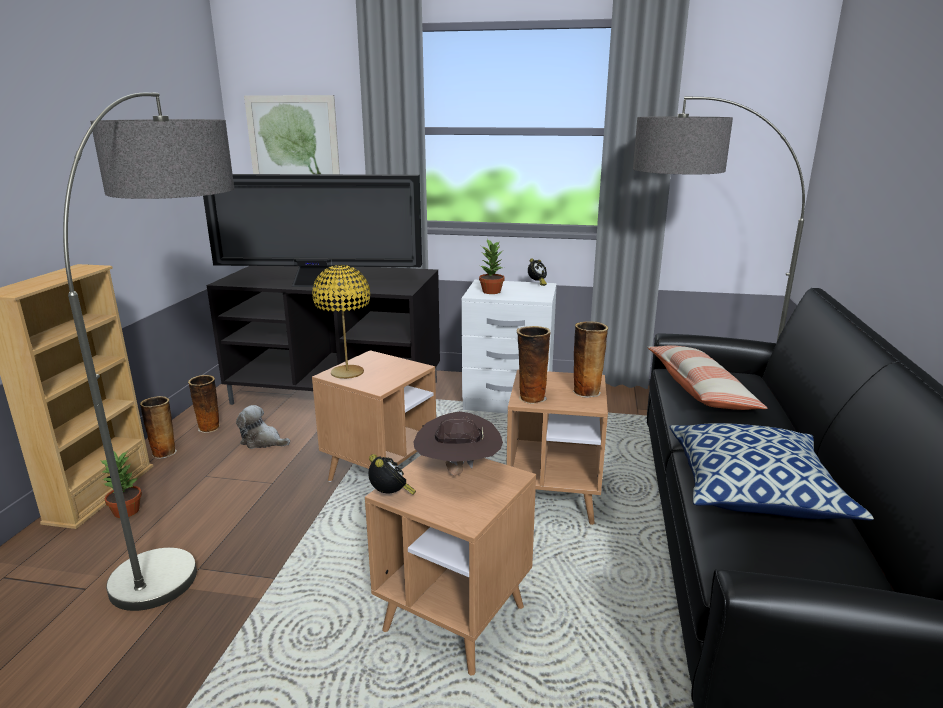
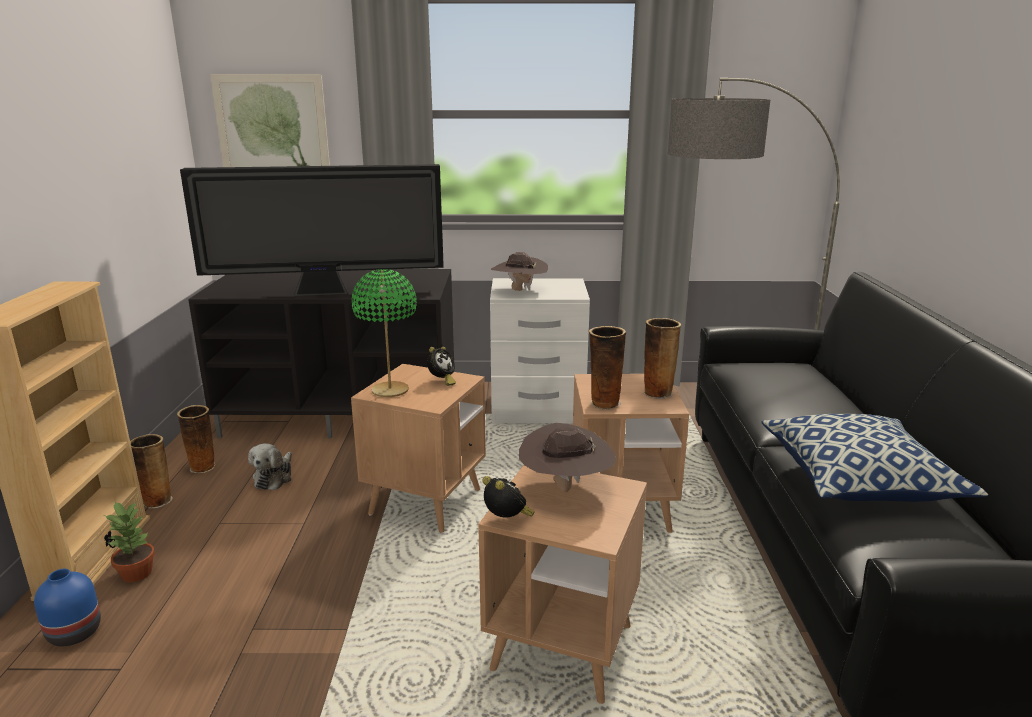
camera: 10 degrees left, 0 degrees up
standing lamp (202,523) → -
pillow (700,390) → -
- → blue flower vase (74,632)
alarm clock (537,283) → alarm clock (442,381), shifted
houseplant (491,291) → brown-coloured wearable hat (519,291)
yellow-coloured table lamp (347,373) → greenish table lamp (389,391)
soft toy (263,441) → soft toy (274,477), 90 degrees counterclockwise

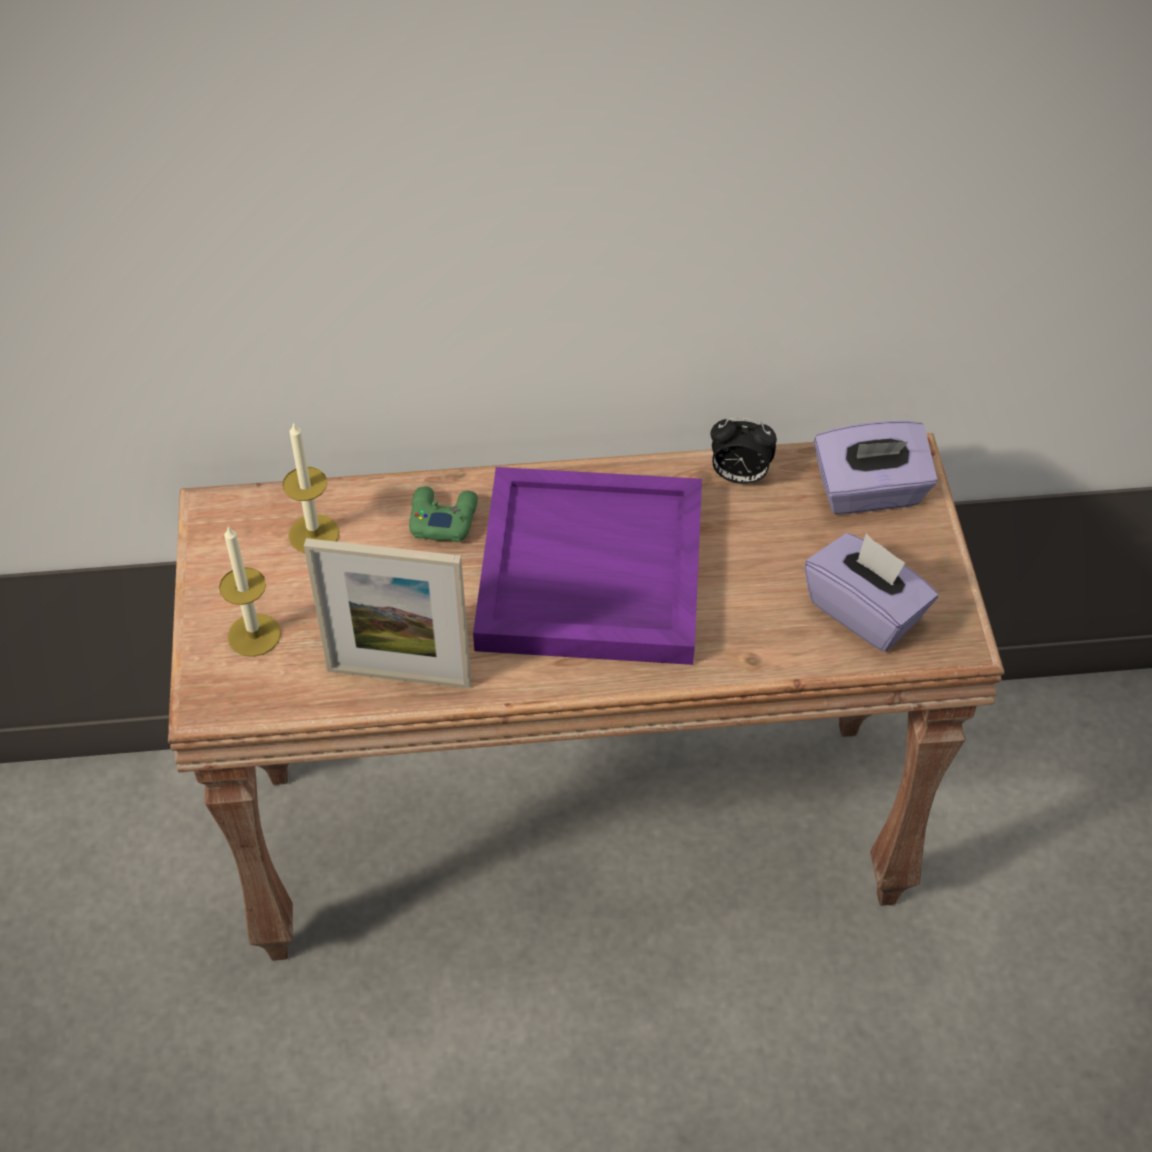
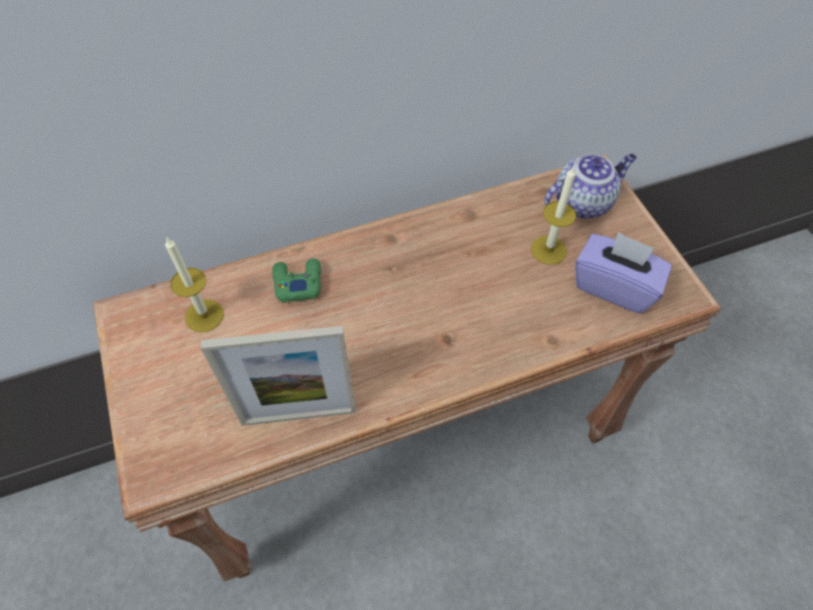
camera: 15 degrees left, 5 degrees up
purplish tray (588,573) → -
alarm clock (739,477) → -
wax candle (254,635) → wax candle (548,250), shifted
purplish tissue holder (869,492) → pot for tea (583,202)

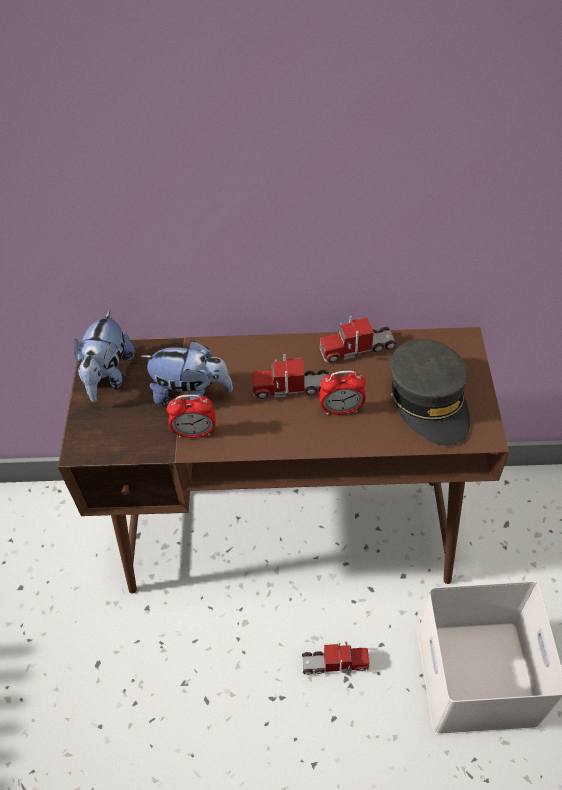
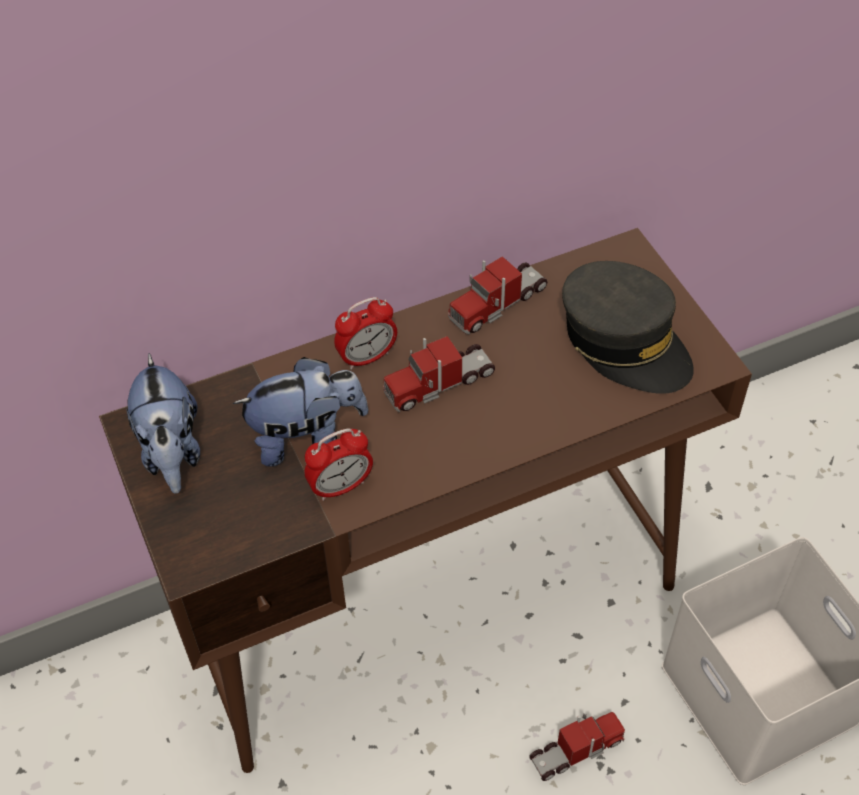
camera: 25 degrees left, 0 degrees up
alarm clock (341,409) → alarm clock (367,357), shifted

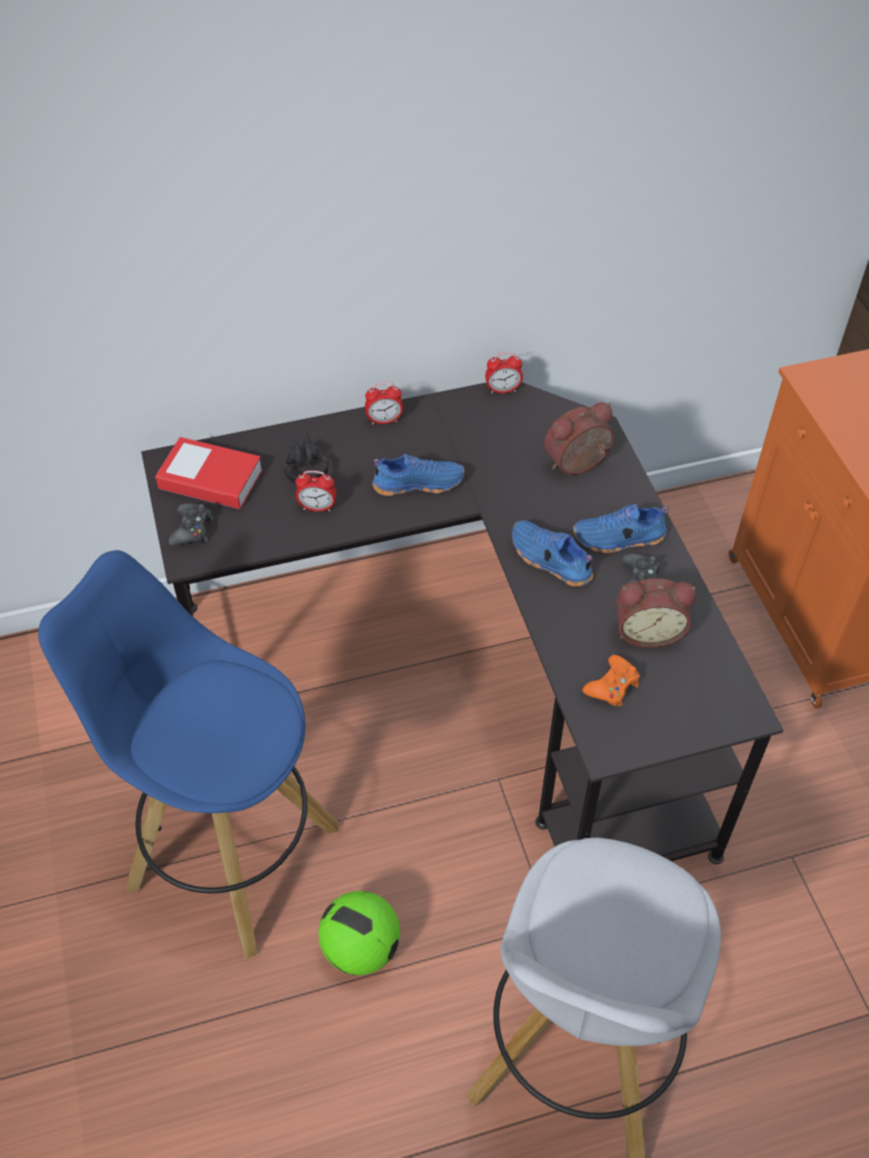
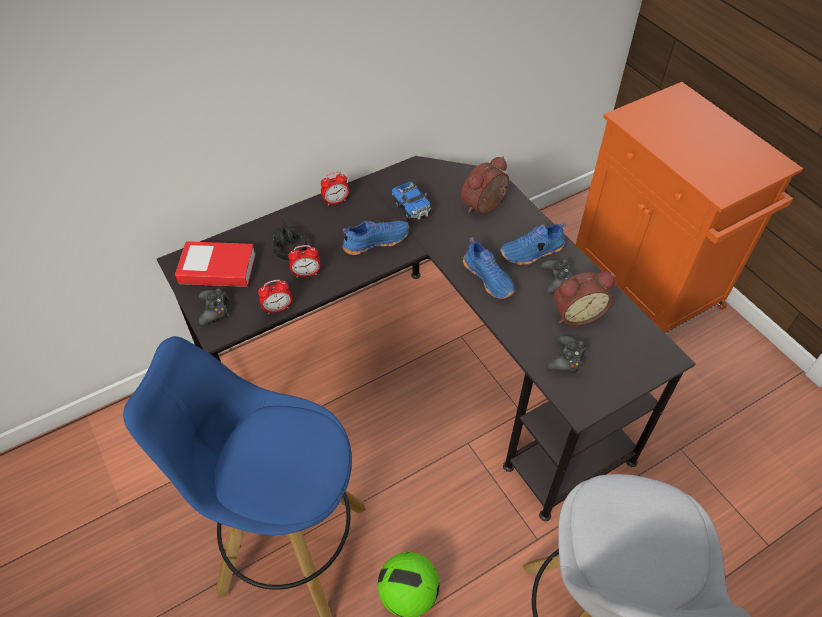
camera: 15 degrees left, 0 degrees up
- → model truck (411,208)
alarm clock (503,390) → alarm clock (278,308), shifted
orangey gamepad (612,686) → blackish gamepad (567,359)
blue shoe (549,561) → blue shoe (489,278), 150 degrees counterclockwise

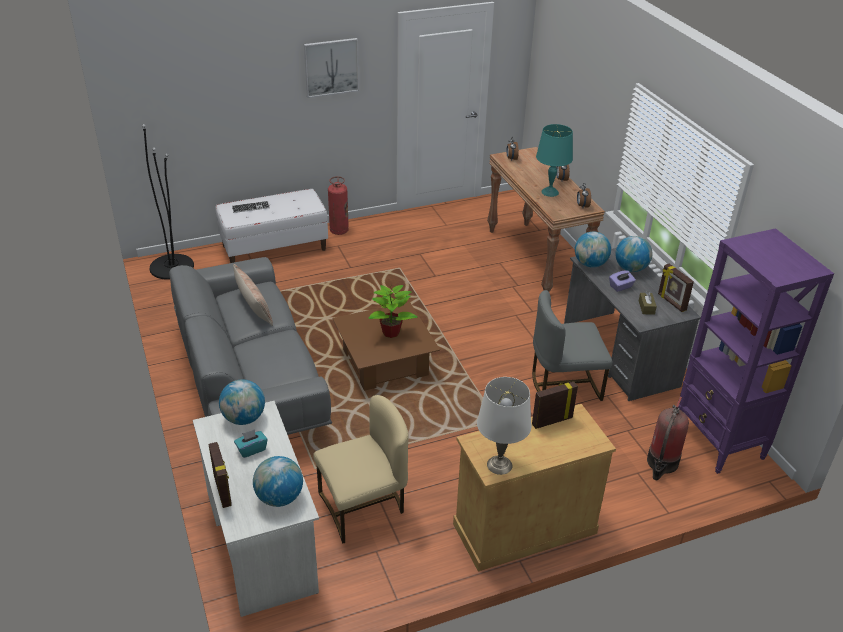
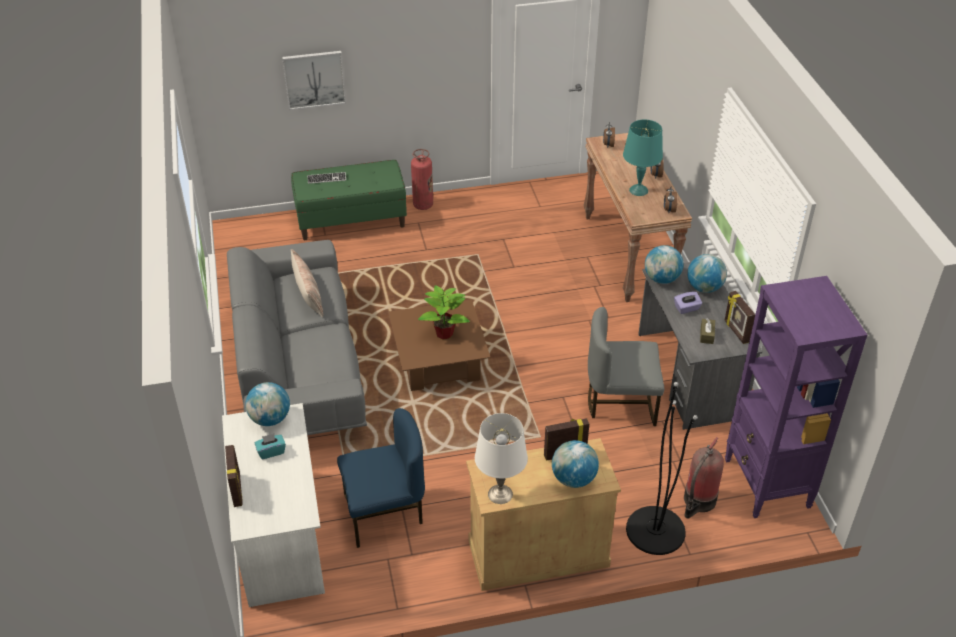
camera: 10 degrees right, 5 degrees up
blackish standing lamp (171,267) → blackish standing lamp (655,530), shifted
desk globe (279,498) → desk globe (573,479), shifted
wall art (331,67) → wall art (314,79), shifted
white bench (274,247) → greenish bench (351,220)
beige-coloured plain chair (363,507) → blue plain chair (384,513)

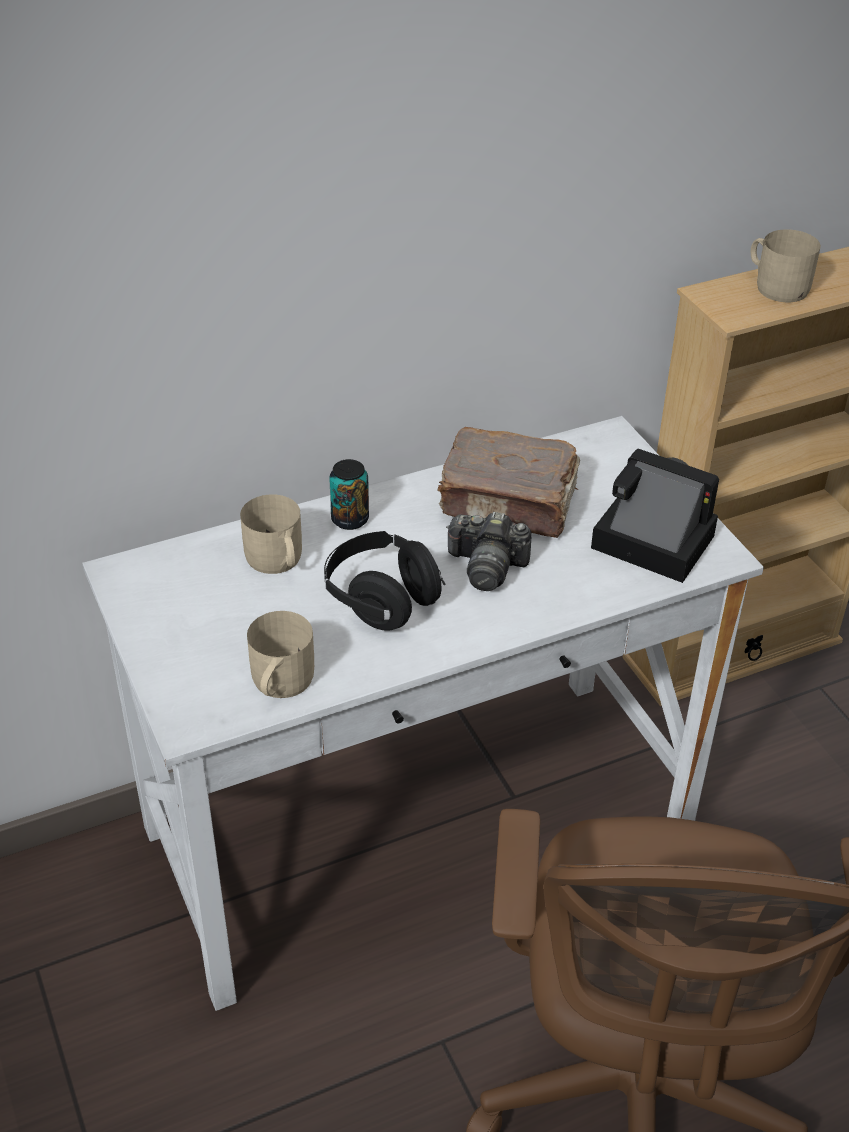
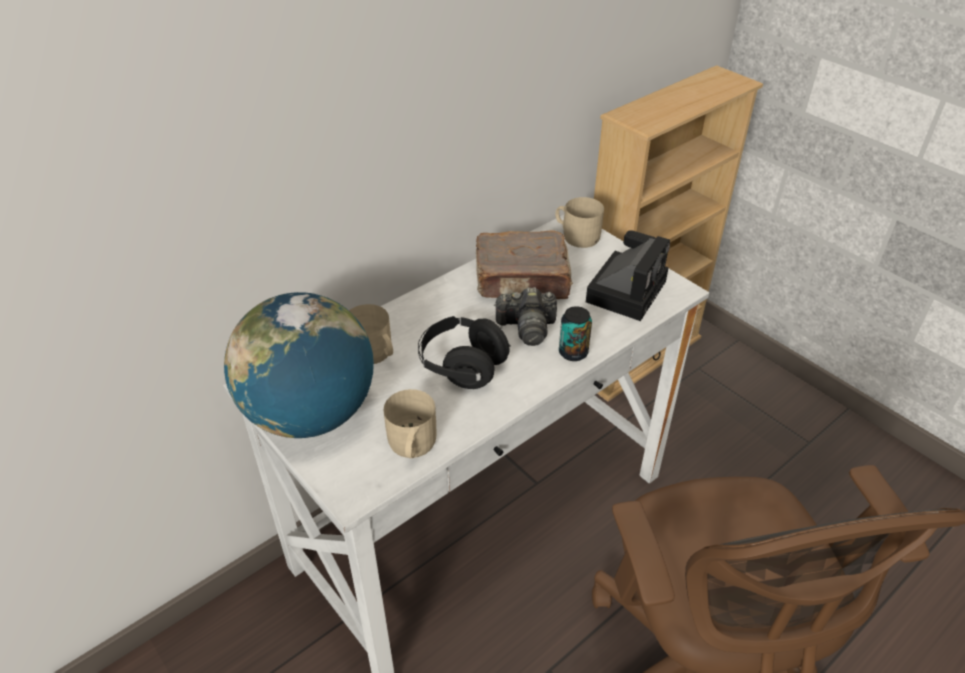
camera: 15 degrees left, 0 degrees up
- → desk globe (310,414)
sealed can (350,519) → sealed can (573,352), shifted
beige-coloured coffee mug (776,285) → beige-coloured coffee mug (576,235), shifted
photo camera (647,541) → photo camera (626,289), 105 degrees clockwise

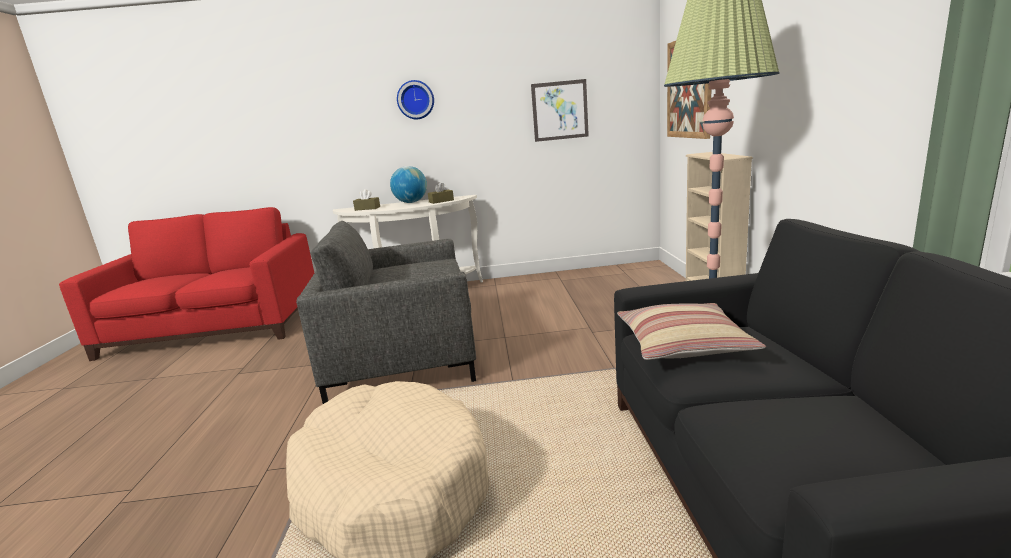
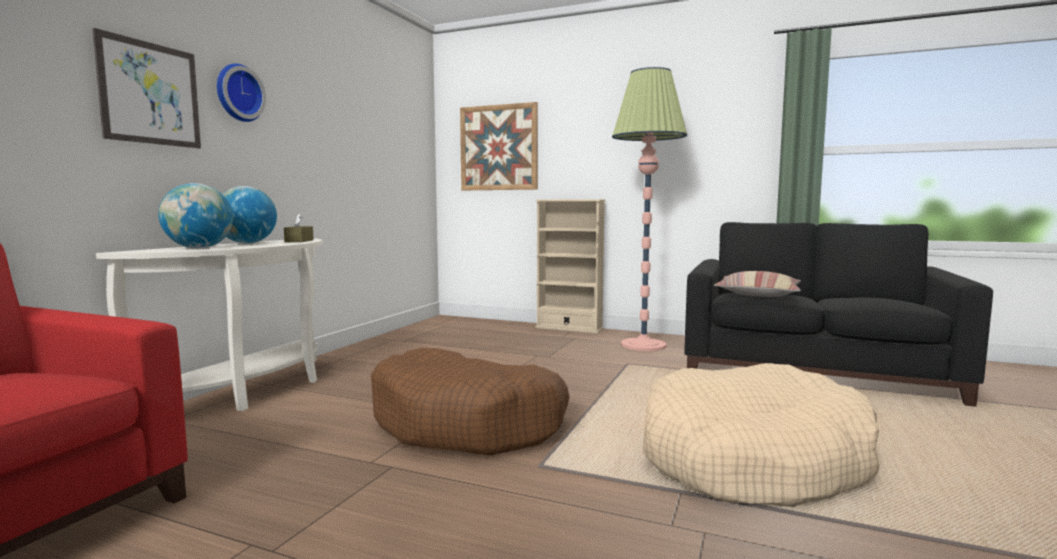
camera: 65 degrees left, 10 degrees down
wall art (560,110) → wall art (150,93), shifted
greyish armchair (403,359) → brown-coloured dog cushion (468,424)
brown-coloured tissue holder (367,208) → desk globe (199,248)

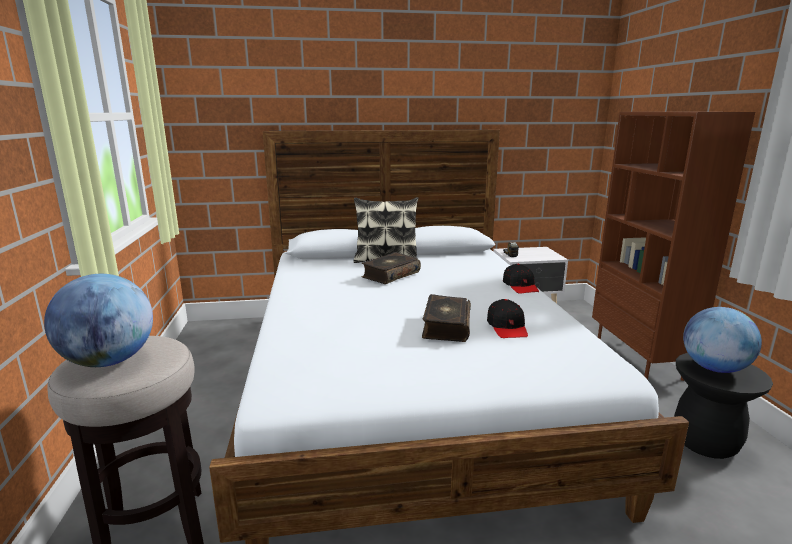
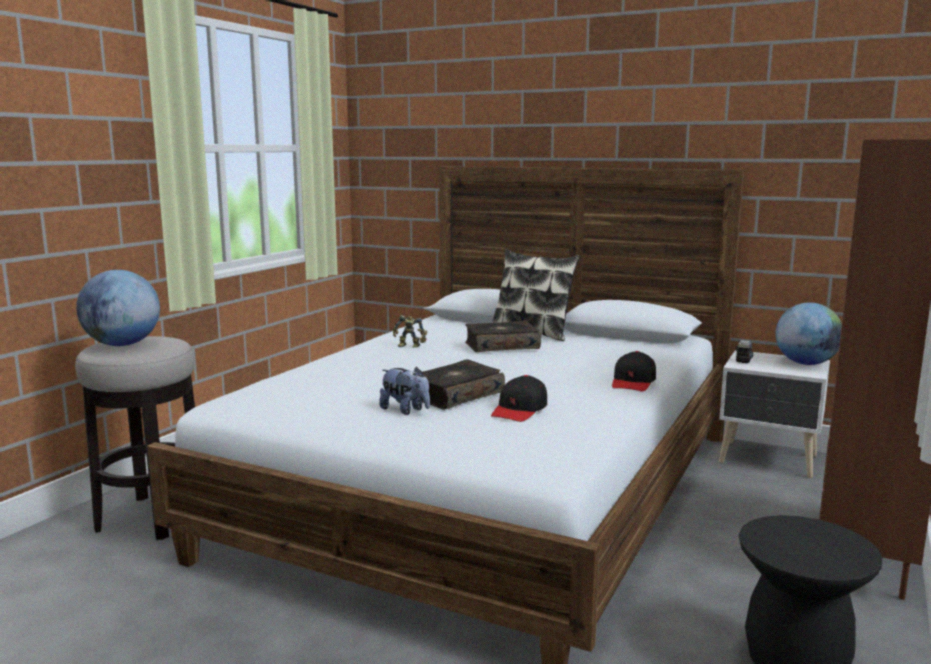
camera: 35 degrees right, 5 degrees down
- → soft toy (405,410)
- → toy robot (409,346)
desk globe (714,368) → desk globe (806,363), shifted

